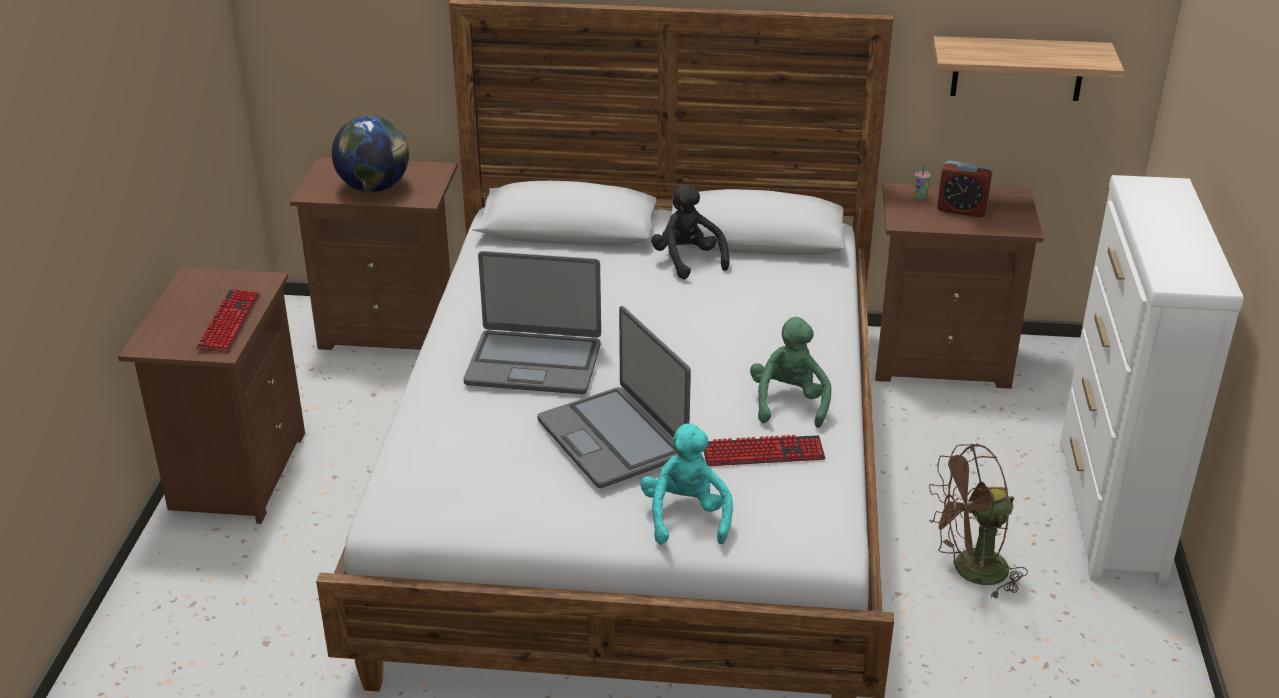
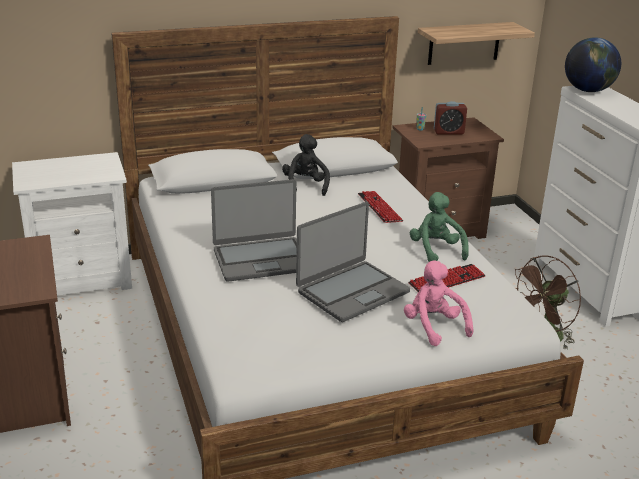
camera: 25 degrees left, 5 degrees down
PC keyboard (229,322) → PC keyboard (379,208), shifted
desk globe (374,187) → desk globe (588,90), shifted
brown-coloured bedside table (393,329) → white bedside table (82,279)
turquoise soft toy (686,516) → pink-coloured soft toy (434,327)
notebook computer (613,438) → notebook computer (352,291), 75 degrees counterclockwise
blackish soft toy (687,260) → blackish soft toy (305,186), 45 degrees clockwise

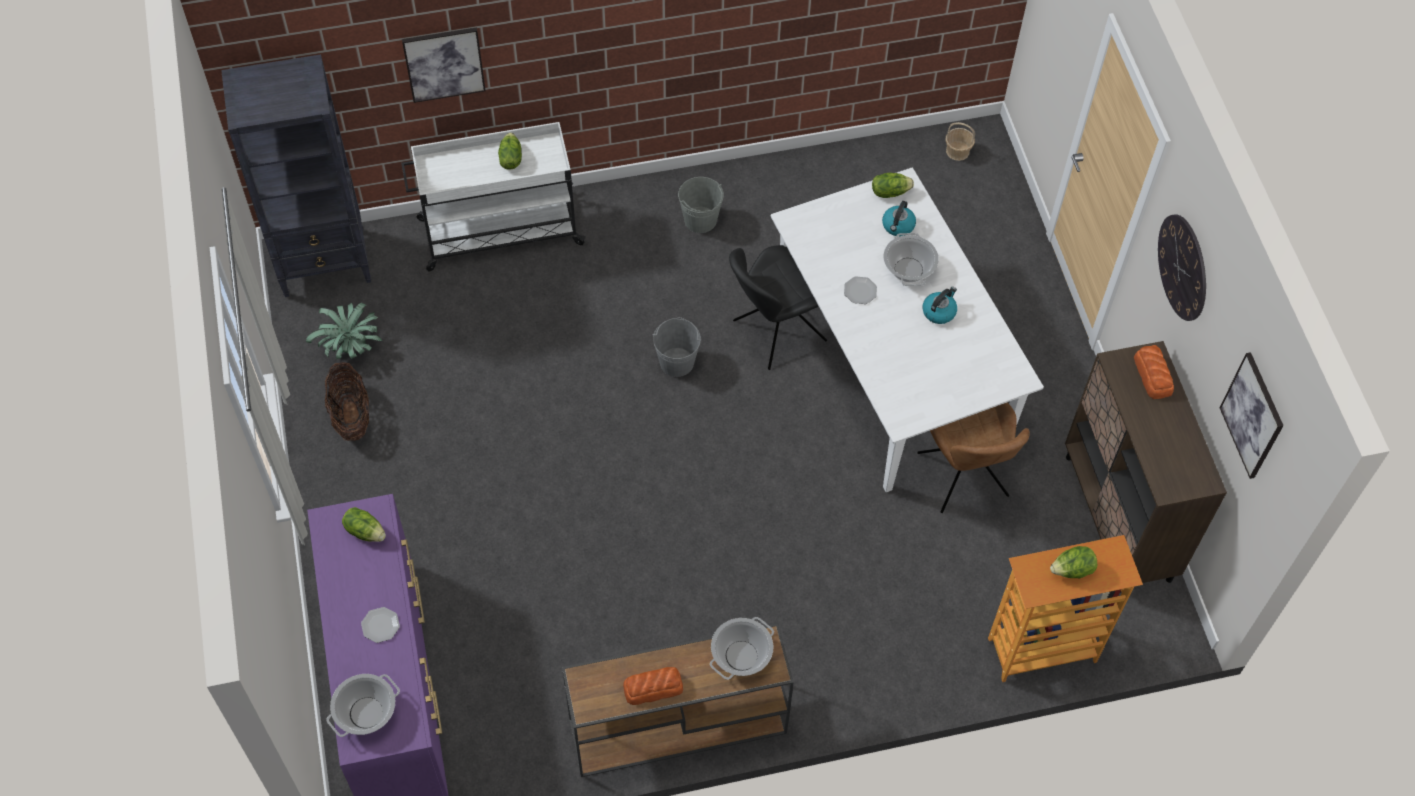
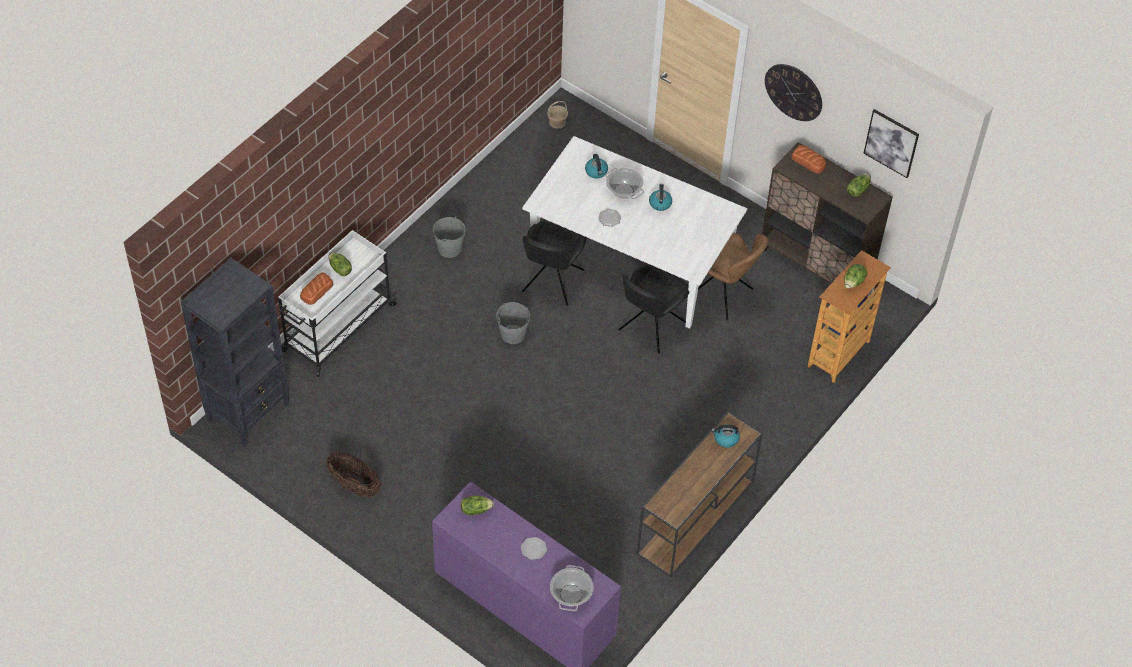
camera: 40 degrees left, 5 degrees down
houseplant (350,344) → -
wall art (444,64) → -
- → blackish plain chair (650,328)
bakery bread (652,687) → bakery bread (316,291), shifted
lettuce head (890,192) → lettuce head (857,190), shifted
saucepot (741,656) → tea kettle (725,439)

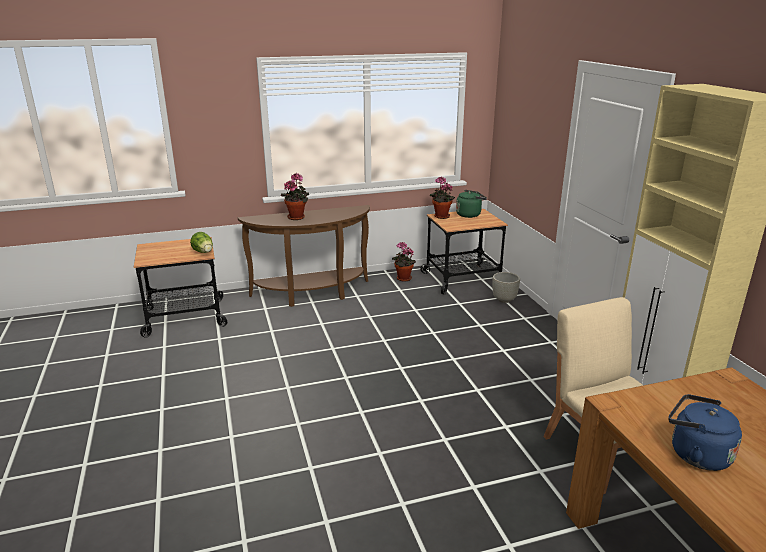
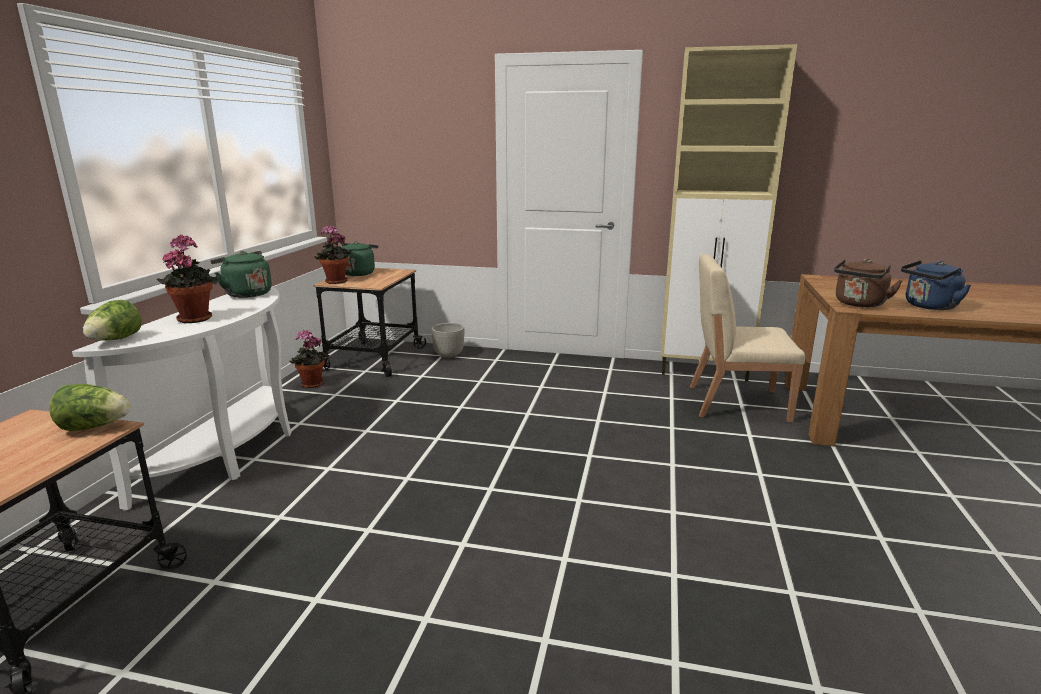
camera: 60 degrees left, 5 degrees down
- → lettuce head (115,340)
- → greenish tea kettle (246,294)
- → brown-coloured tea kettle (858,304)
brown-coloured narrow table (312,294) → white narrow table (233,452)

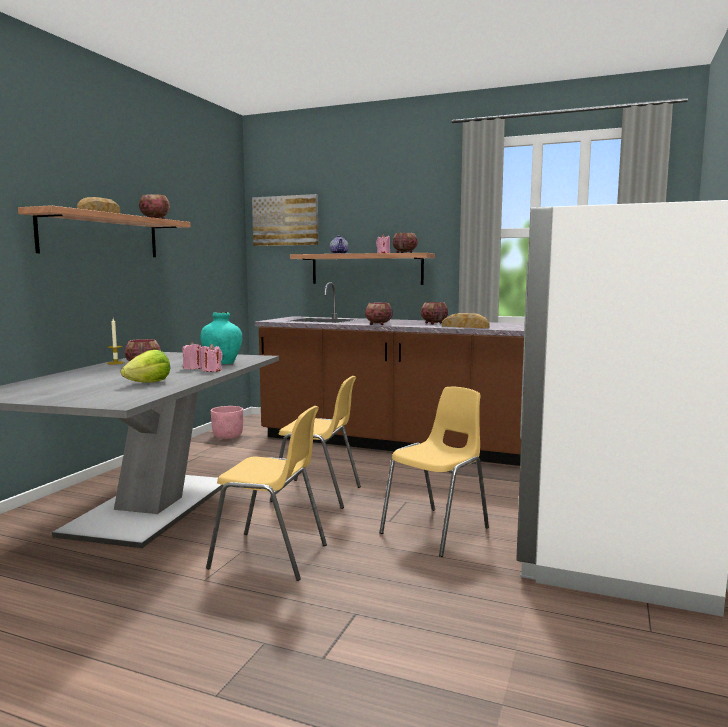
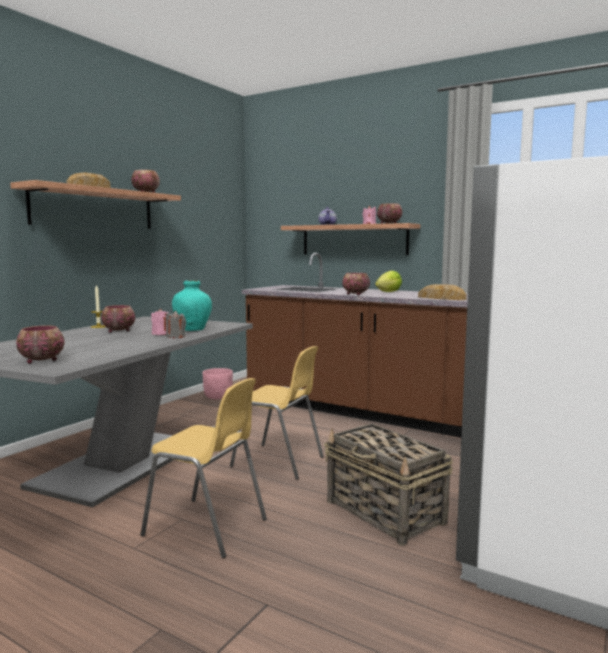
camera: 10 degrees right, 0 degrees up
wall art (286,221) → -
lettuce head (148,383) → lettuce head (388,292), shifted
serving bowl (433,323) → serving bowl (41,361), shifted
yellow-coloured plain chair (437,531) → basket (385,513)
pink-coloured wax candle (212,370) → greyish wax candle (176,337)

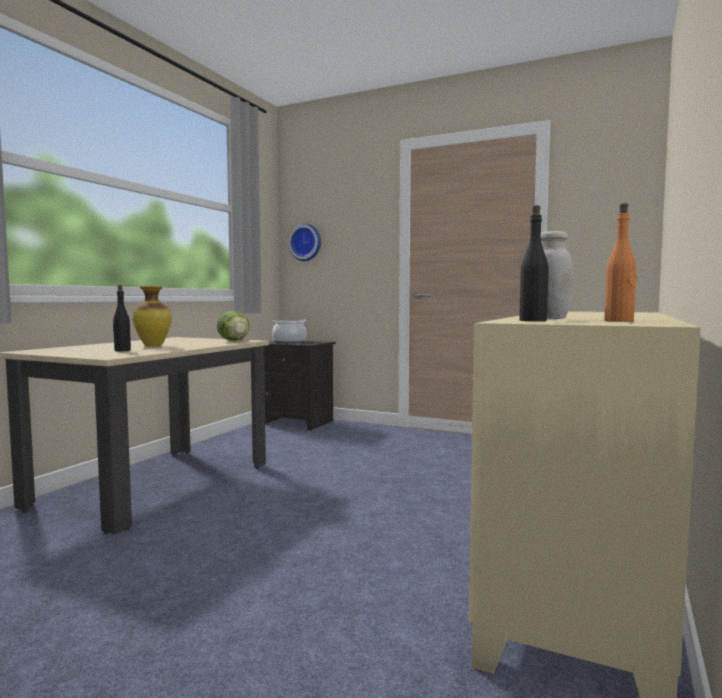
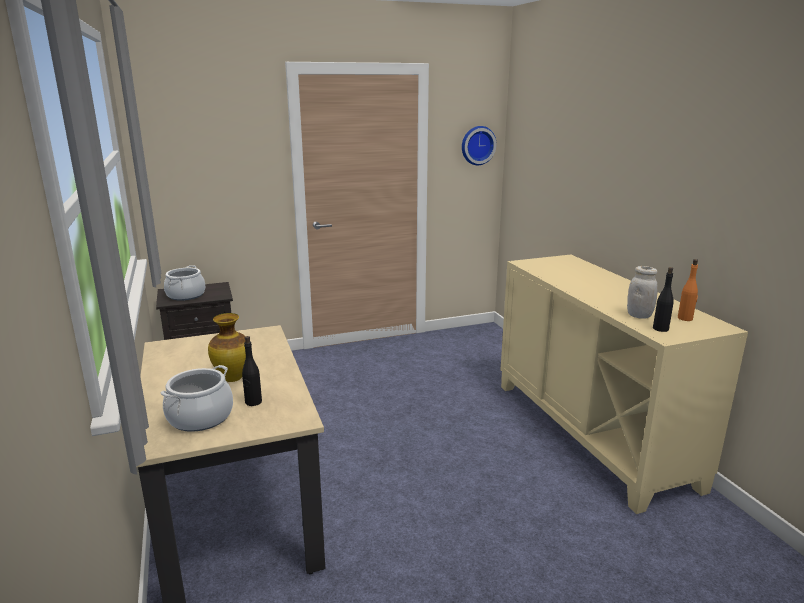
camera: 45 degrees left, 15 degrees up
lettuce head (234,341) → -
- → saucepot (200,417)
wall clock (306,242) → wall clock (477,145), shifted

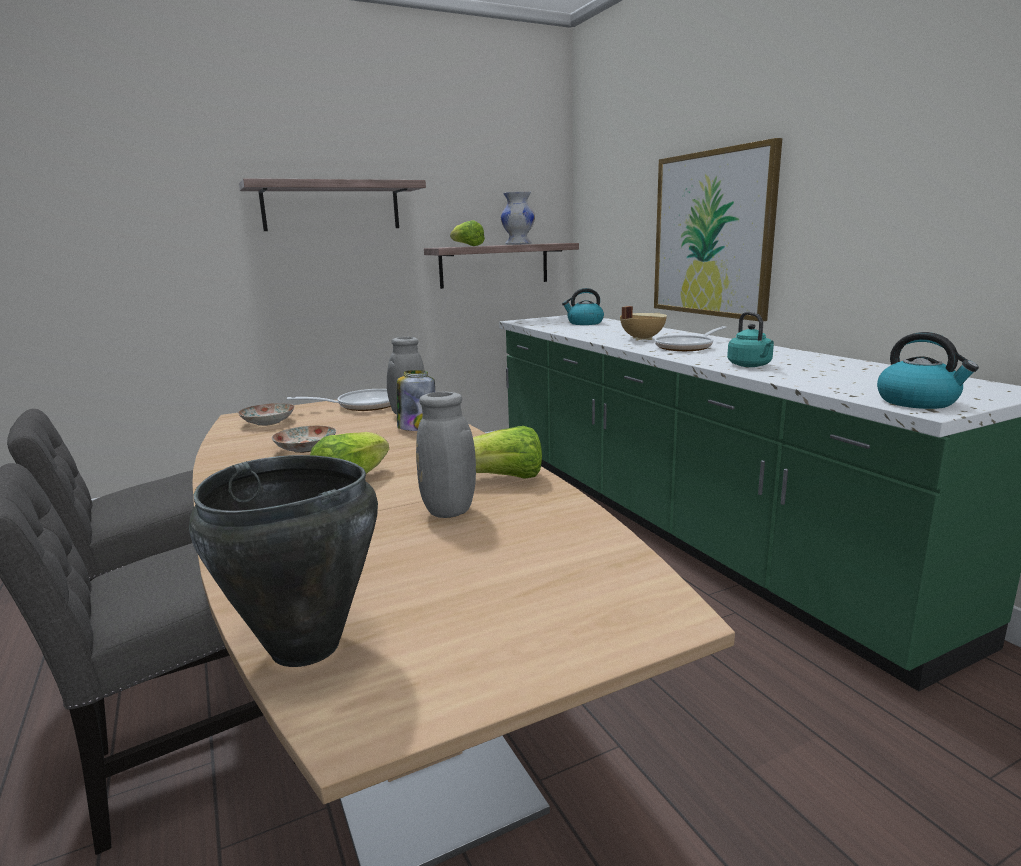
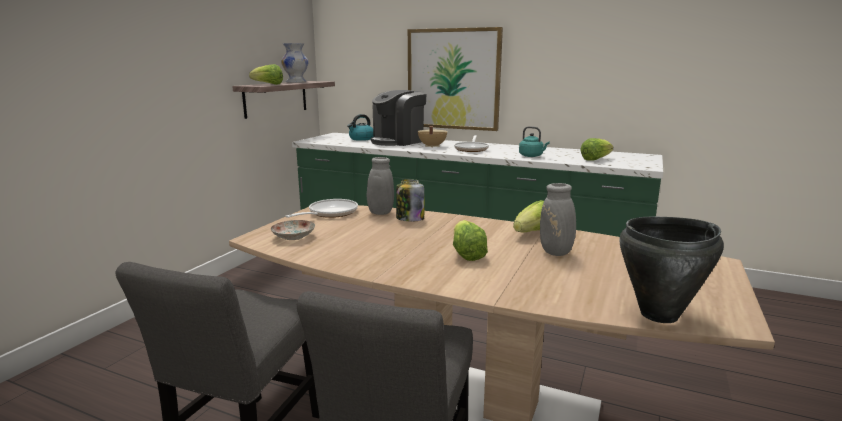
camera: 40 degrees left, 0 degrees up
wall shelf (331,206) → -
plate (305,449) → -
tea kettle (918,402) → -
- → coffee maker (398,141)
- → lettuce head (595,159)

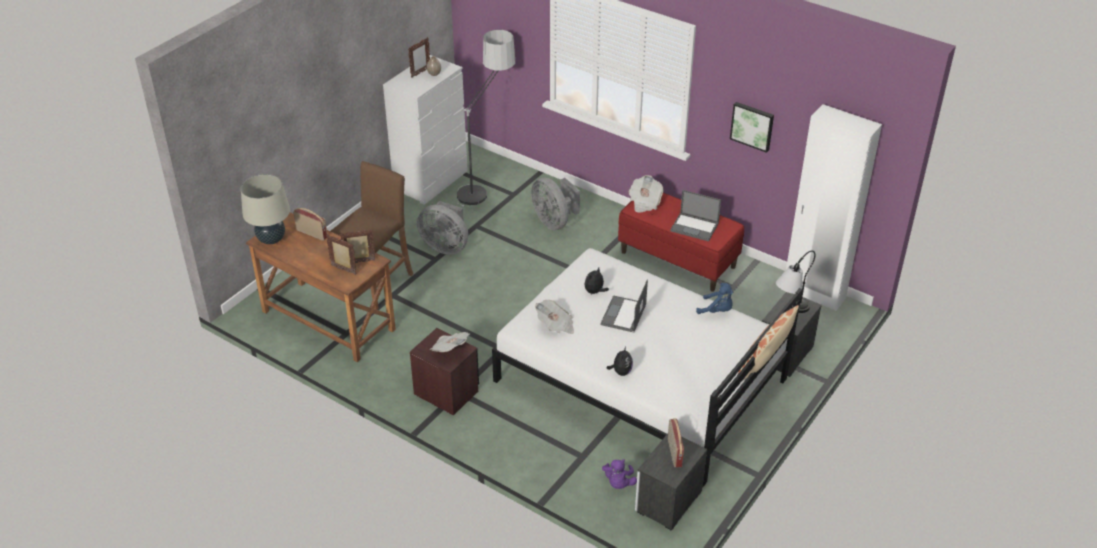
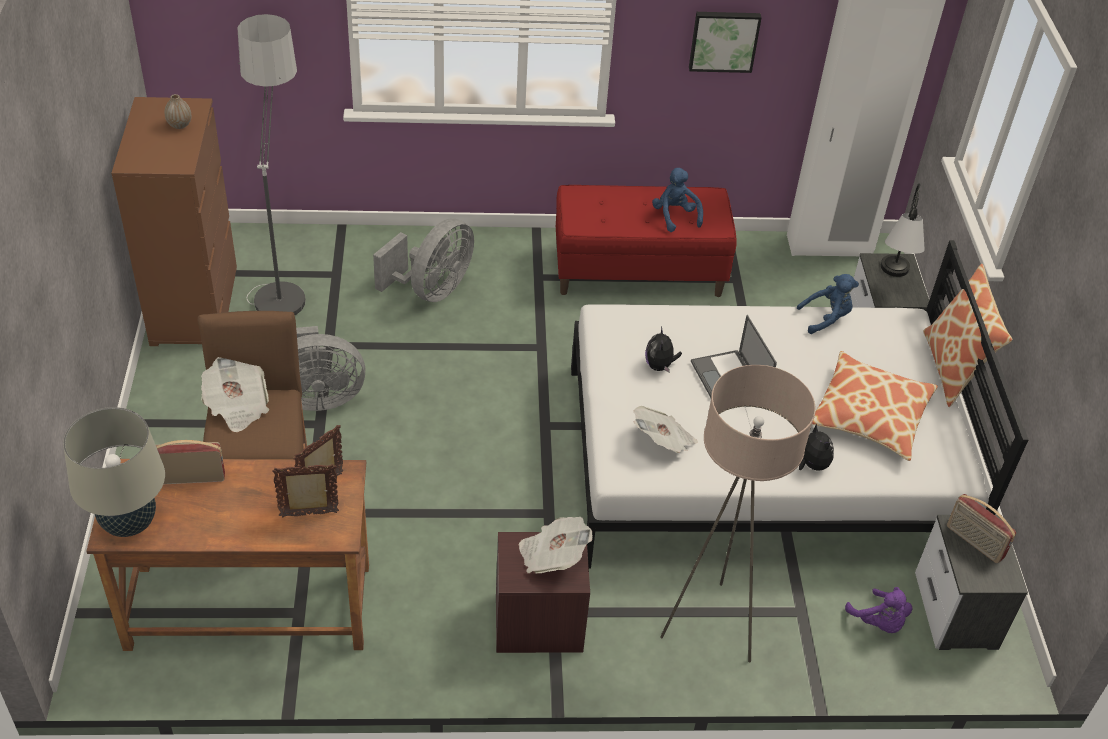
camera: 40 degrees left, 5 degrees up
picture frame (420,73) → -
- → beige-coloured standing lamp (711,626)
- → pillow (870,415)
printed paper (644,202) → printed paper (237,406), shifted
notebook computer (695,227) → blue soft toy (675,216)
white drawer chest (431,181) → brown-coloured drawer chest (194,306)
greyish electric fan (554,221) → greyish electric fan (432,290), 75 degrees counterclockwise

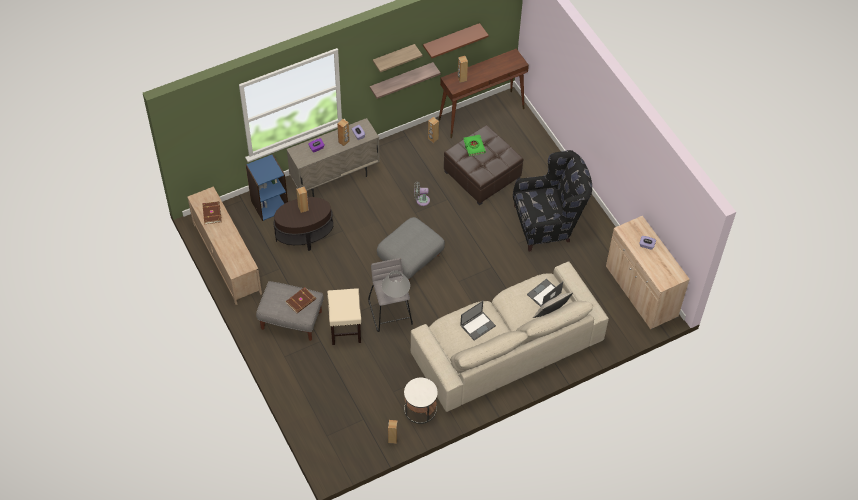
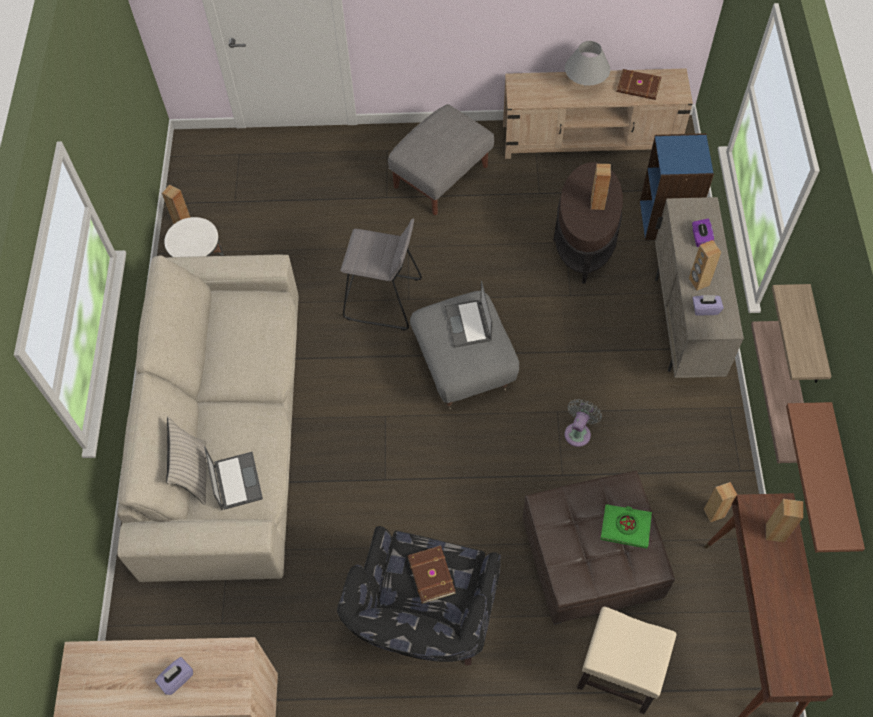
camera: 120 degrees right, 5 degrees up
brown-coloured book (301,301) → brown-coloured book (430,576), shifted
beige-coloured stool (345,329) → beige-coloured stool (617,673), shifted
greyish table lamp (396,294) → greyish table lamp (585,86), shifted
notebook computer (478,325) → notebook computer (468,324), shifted

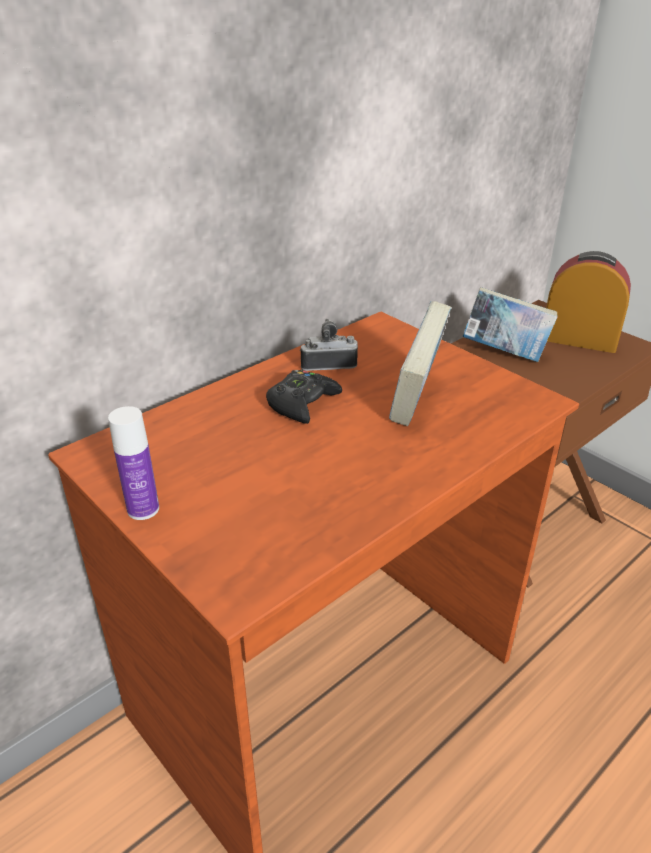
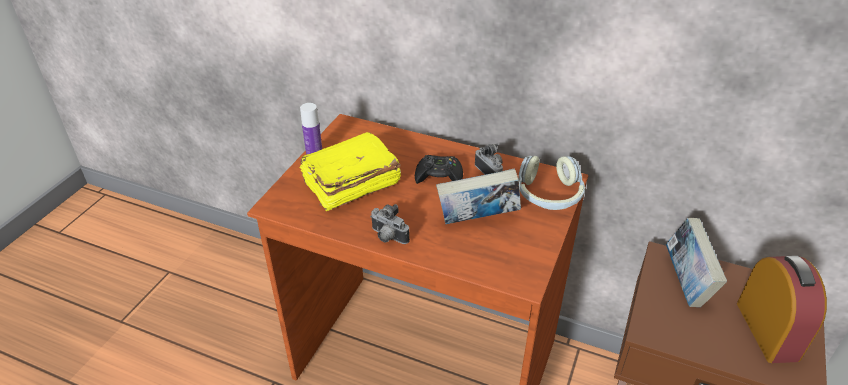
camera: 65 degrees right, 5 degrees up
- → yellow-coloured book (350,184)
- → photo camera (387,237)
- → pair of headphones (549,195)

